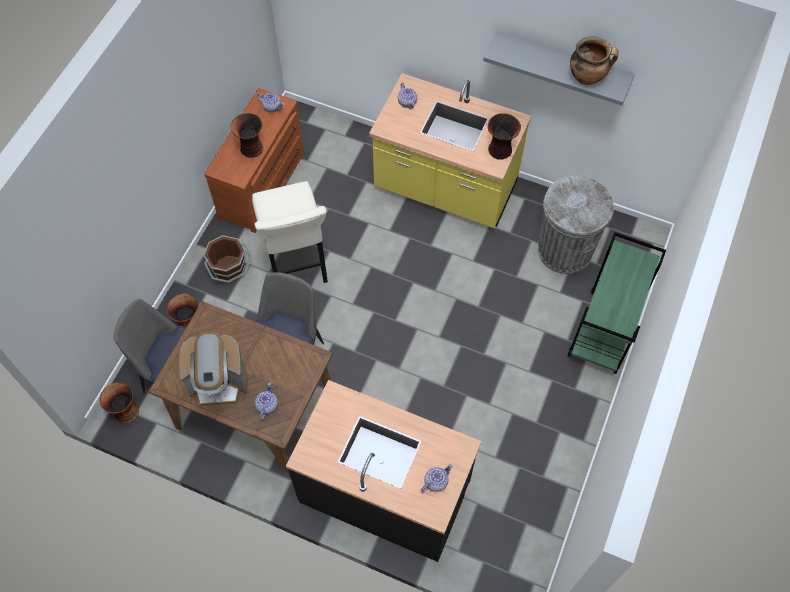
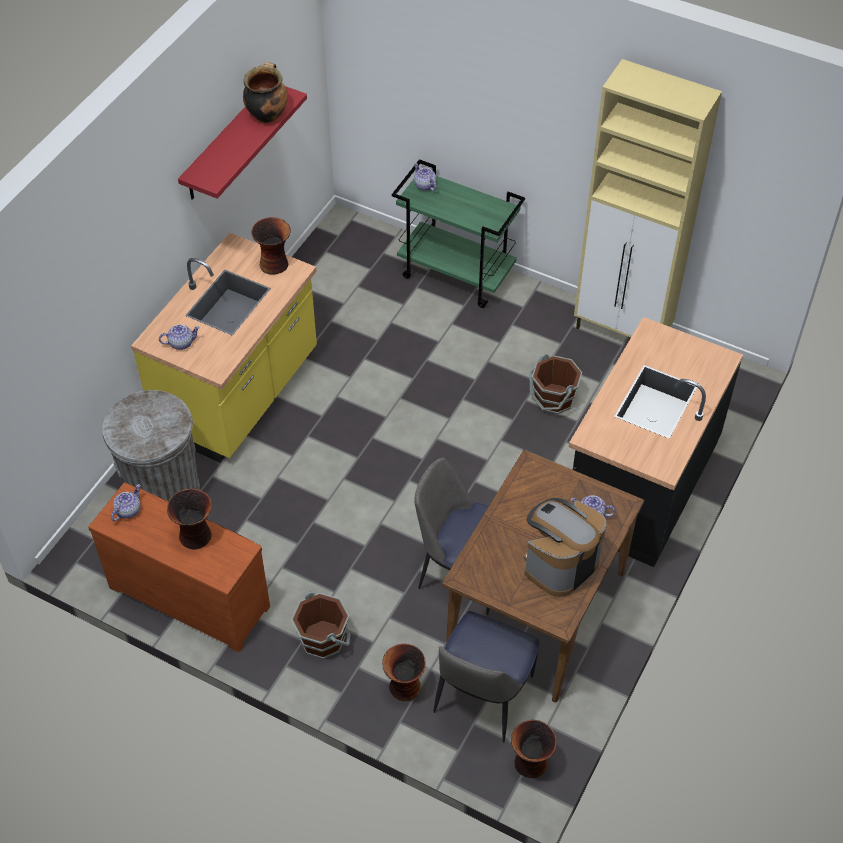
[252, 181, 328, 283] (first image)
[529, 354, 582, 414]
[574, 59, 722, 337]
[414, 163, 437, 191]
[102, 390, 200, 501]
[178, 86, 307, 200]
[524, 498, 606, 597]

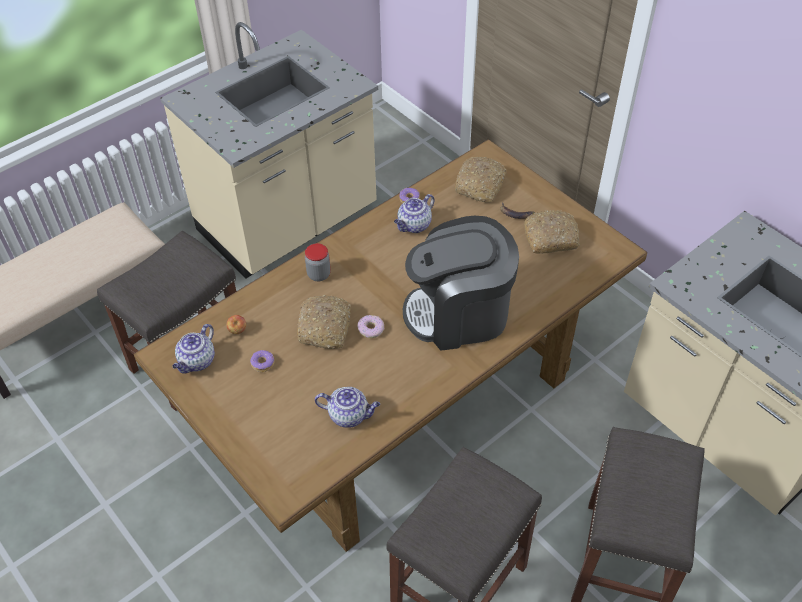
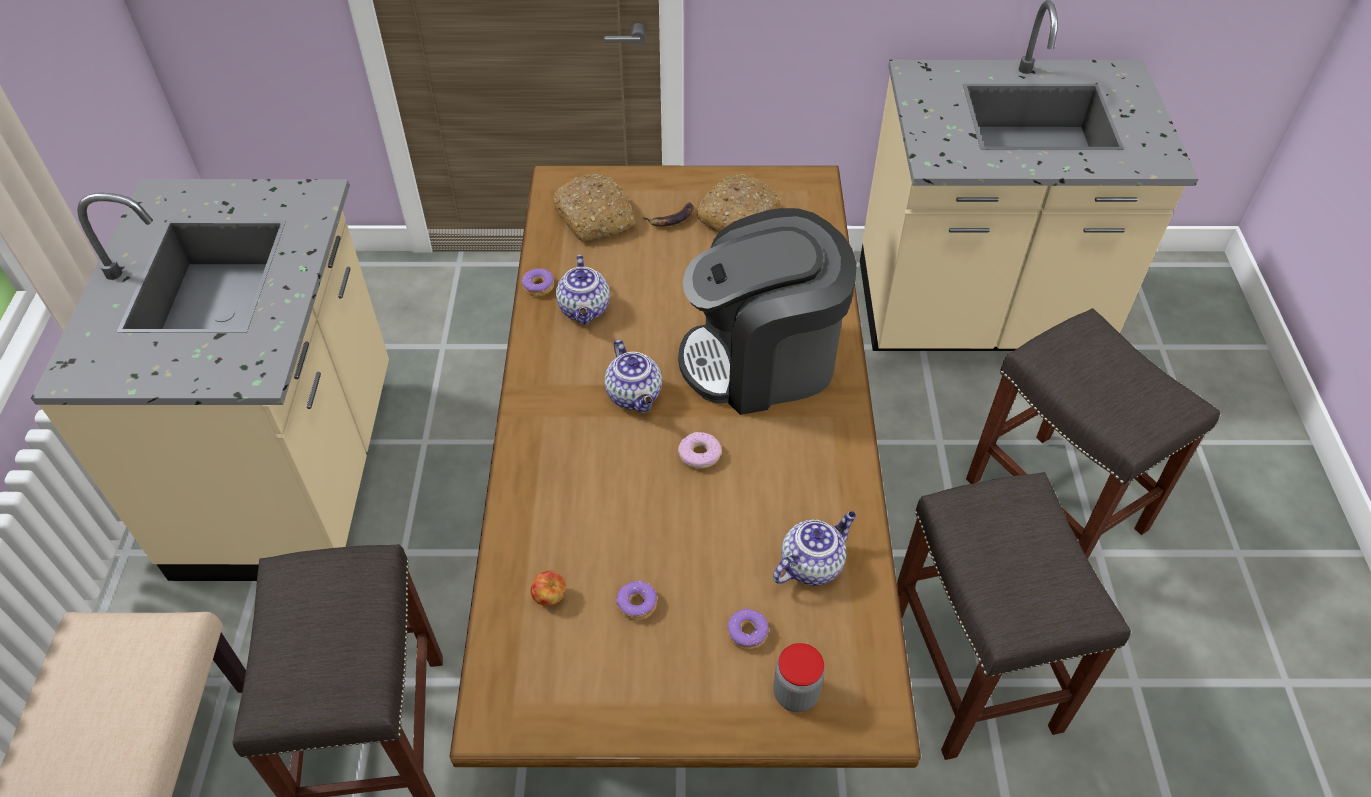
[297, 295, 351, 349] (first image)
[728, 609, 769, 650]
[604, 340, 662, 413]
[773, 643, 824, 712]
[678, 208, 857, 415]

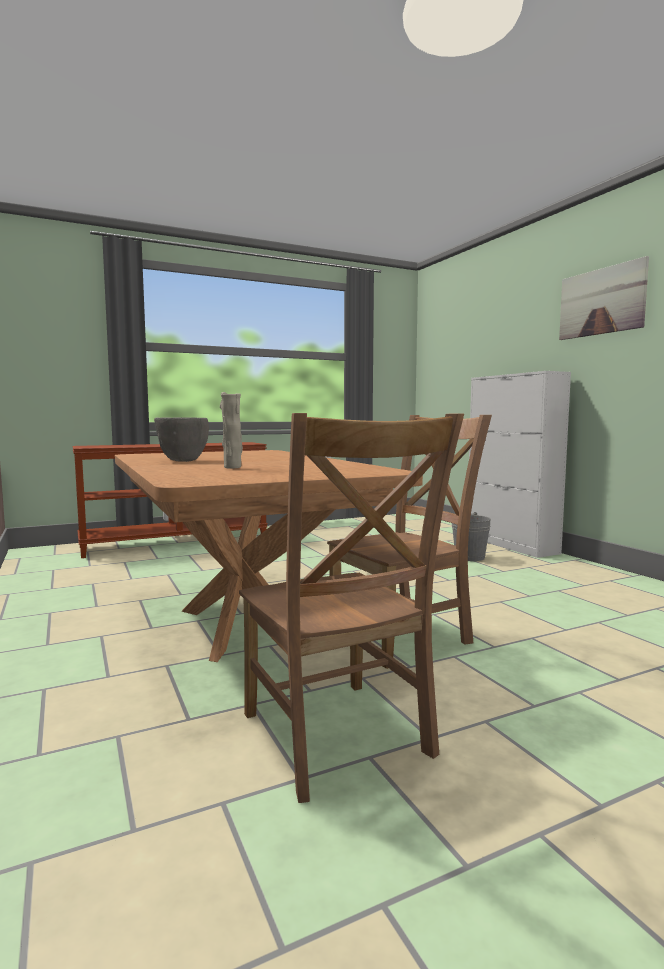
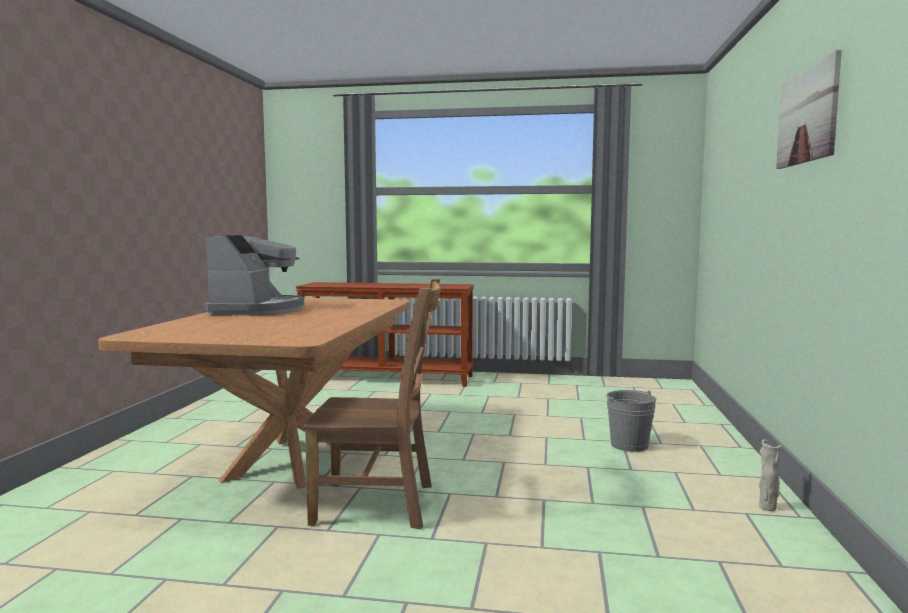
[239, 413, 464, 803] (first image)
[469, 371, 571, 558] (first image)
[759, 440, 782, 511]
[205, 235, 304, 316]

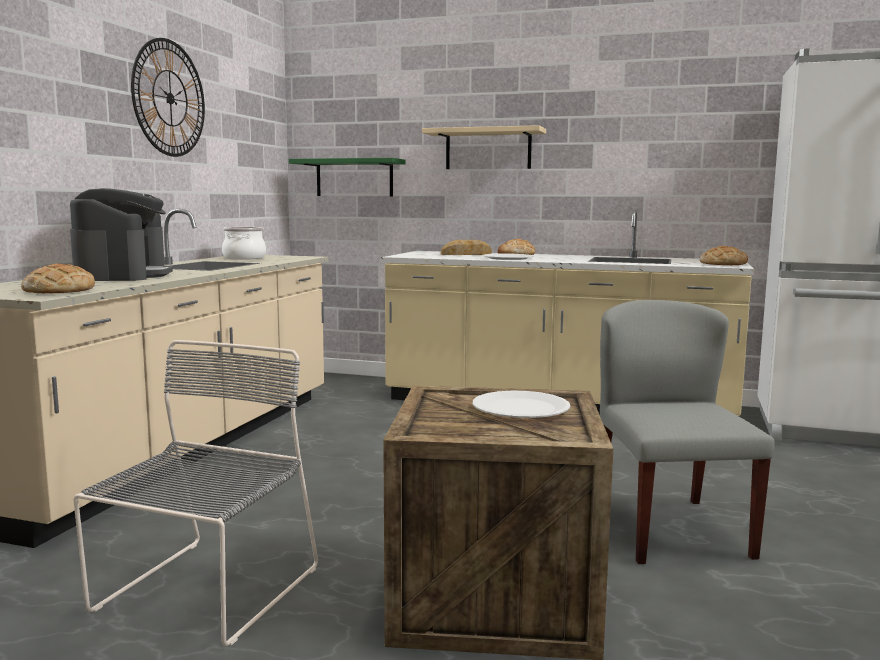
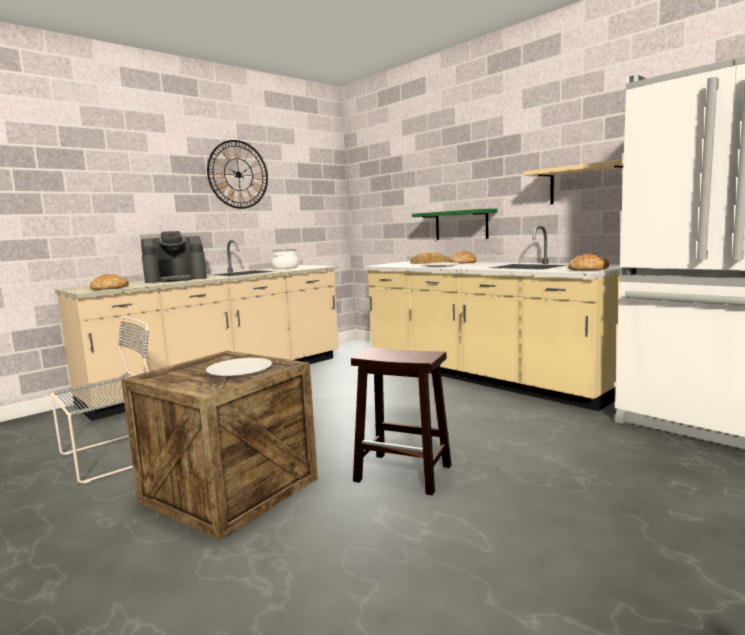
[412, 209, 497, 240]
[524, 159, 624, 204]
[351, 348, 452, 495]
[141, 231, 207, 283]

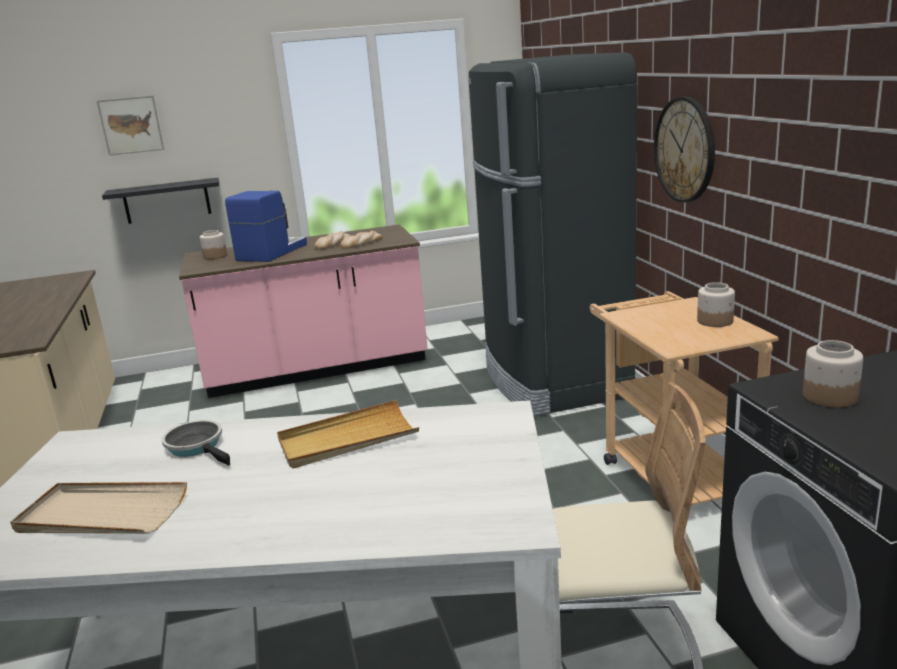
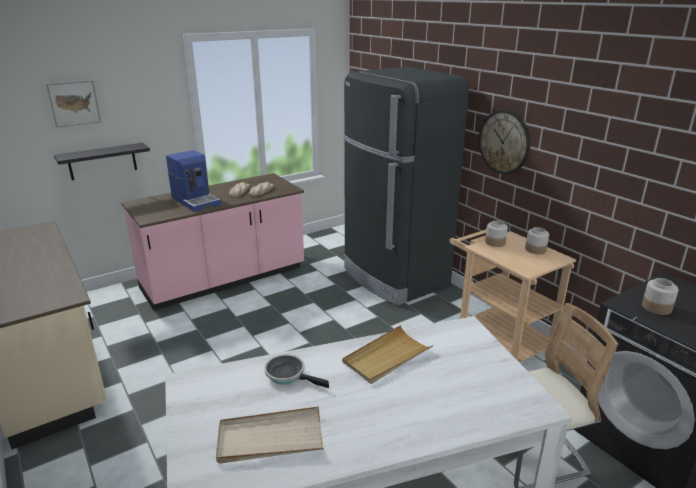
[485, 221, 508, 247]
[166, 150, 221, 212]

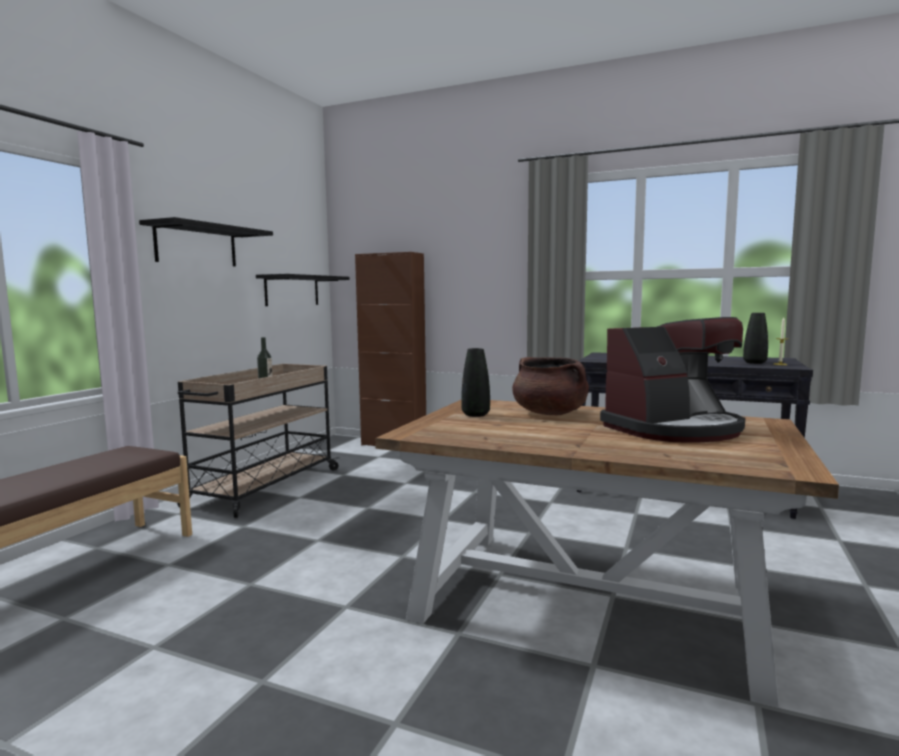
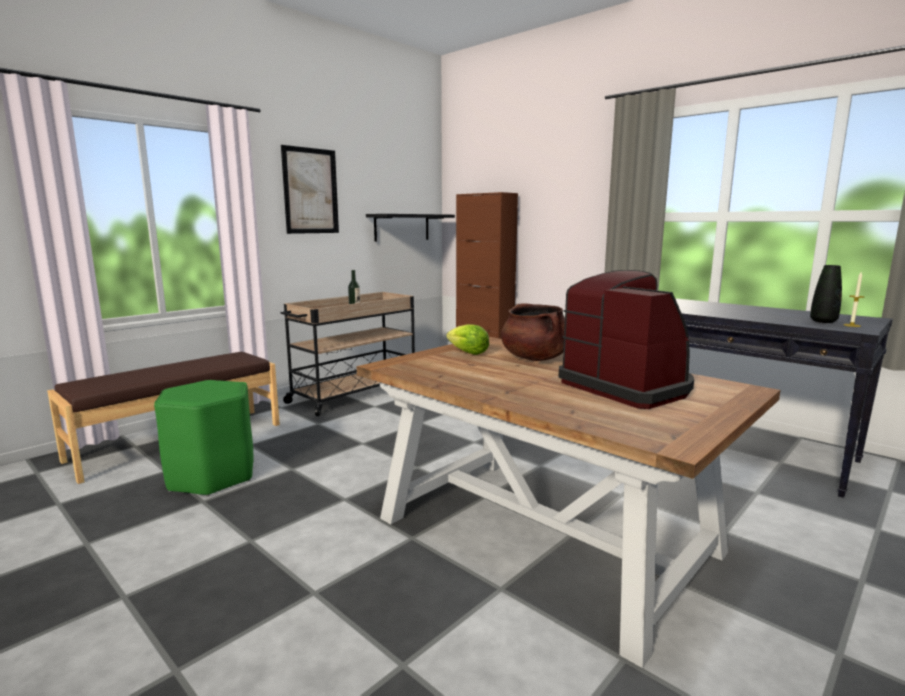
[154, 380, 253, 496]
[281, 145, 339, 234]
[446, 324, 489, 355]
[559, 270, 694, 409]

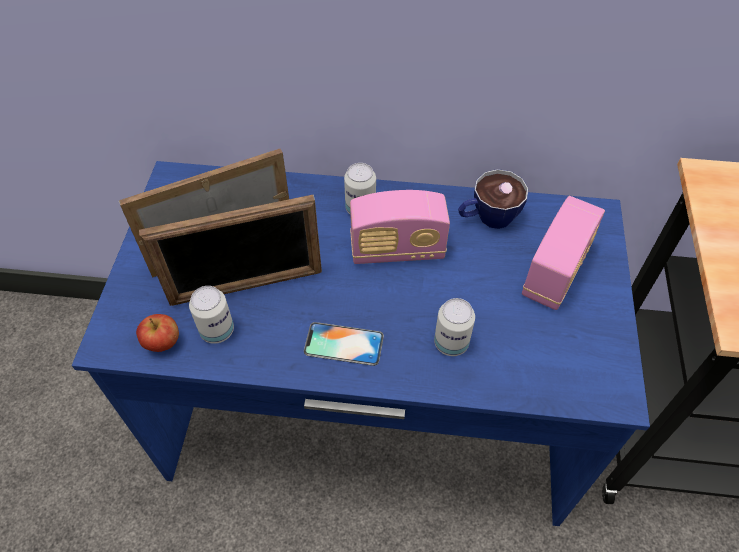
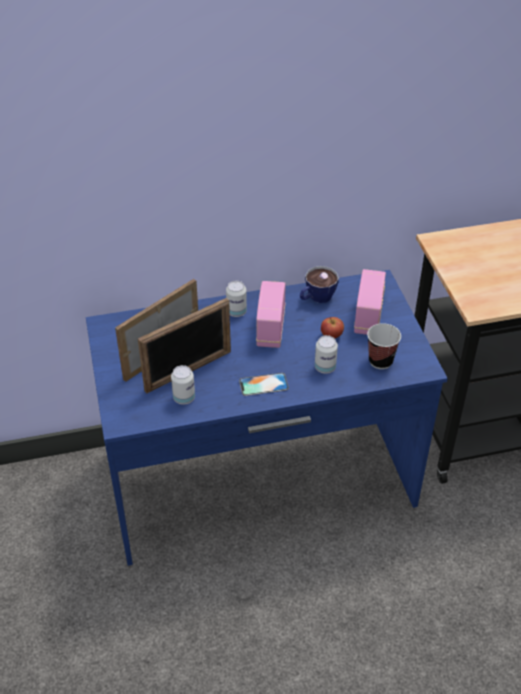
[367, 323, 401, 369]
[321, 317, 344, 338]
[256, 281, 286, 348]

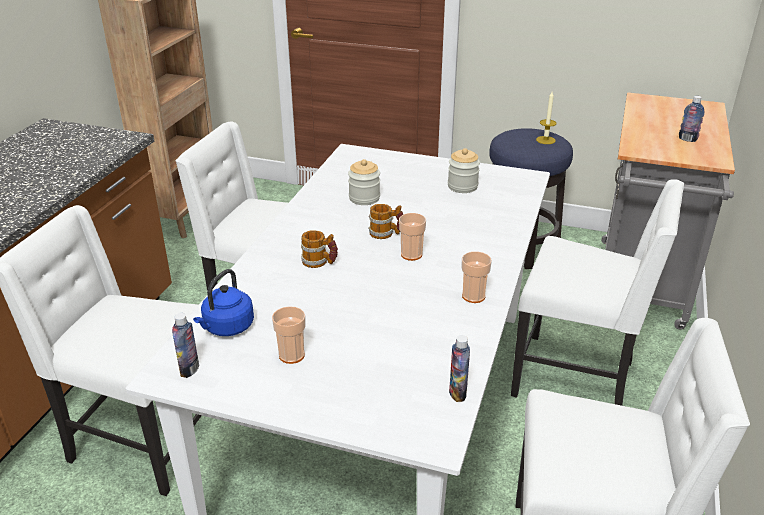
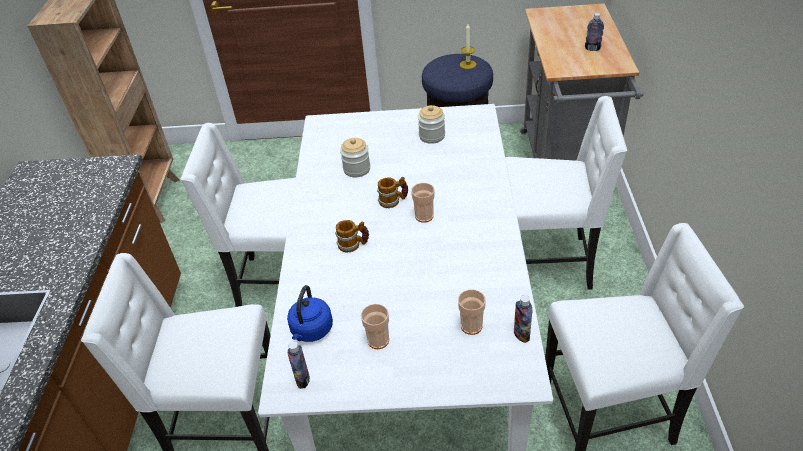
[458, 289, 486, 335]

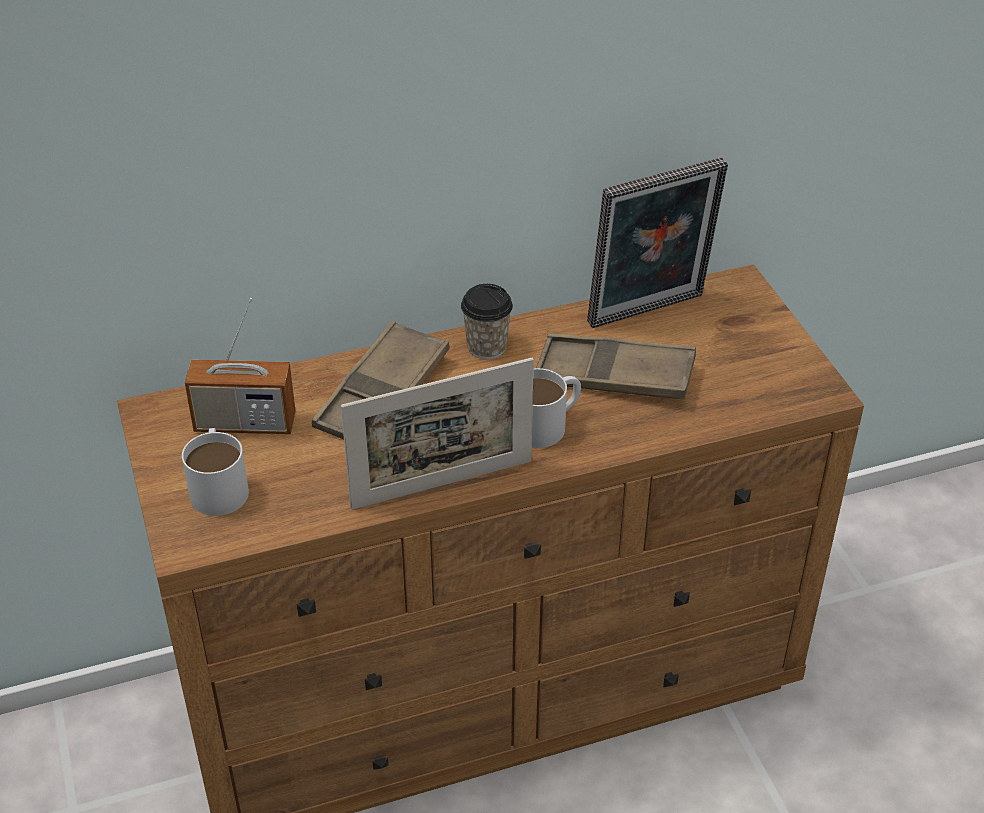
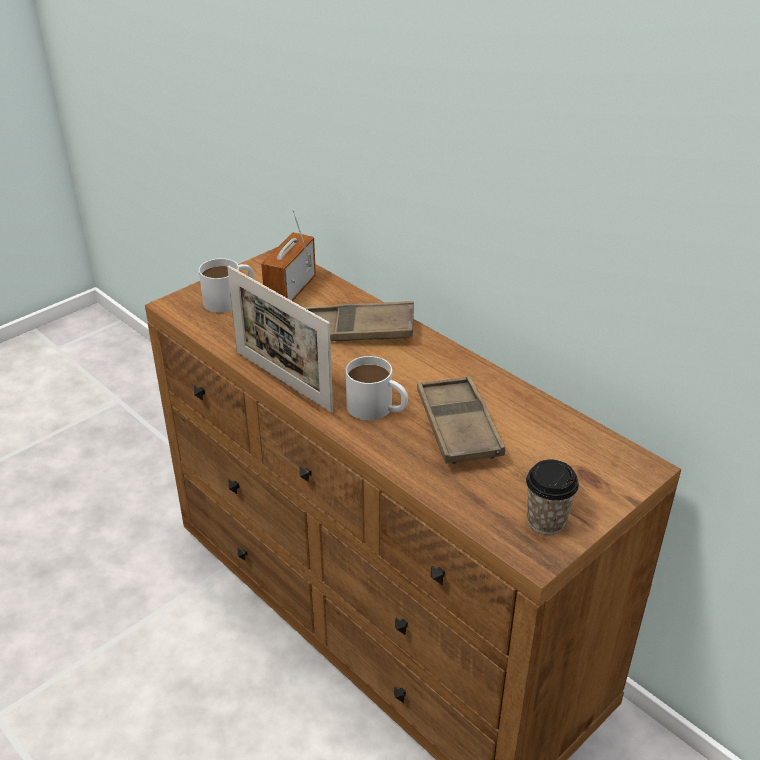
[587, 157, 728, 328] (first image)
[526, 459, 579, 535]
[261, 210, 316, 301]

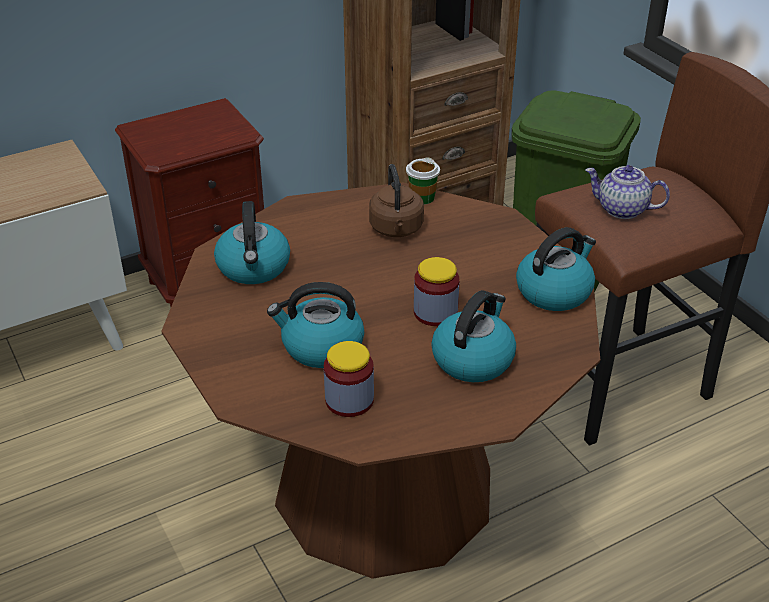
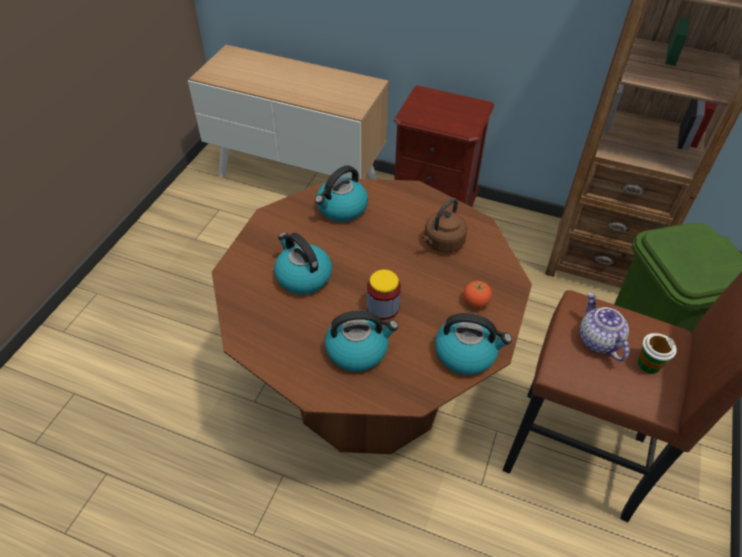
[324, 341, 374, 417] (first image)
[463, 281, 492, 308]
[637, 333, 677, 374]

